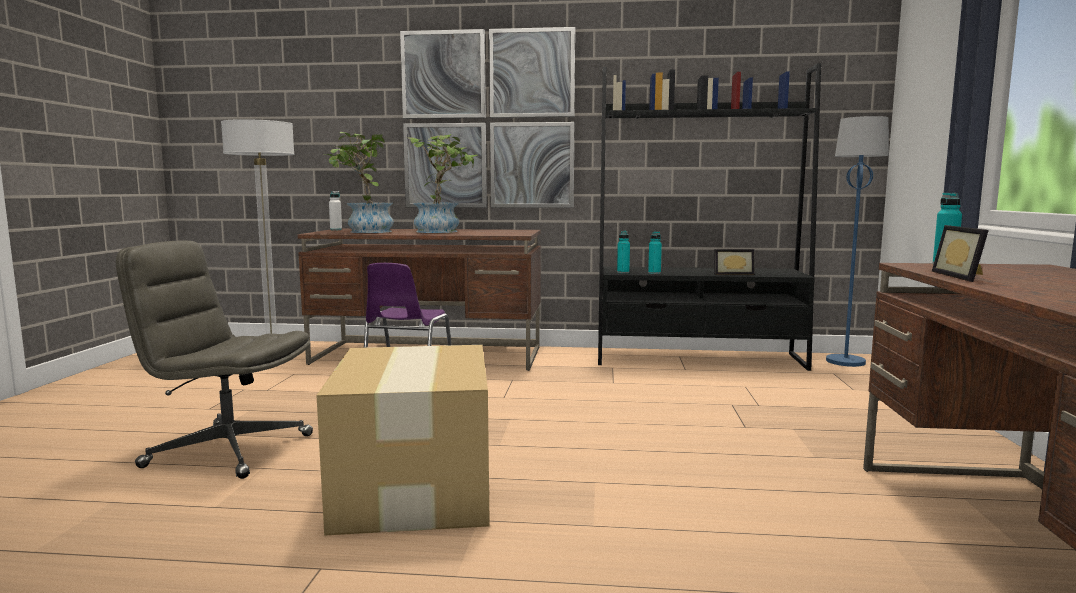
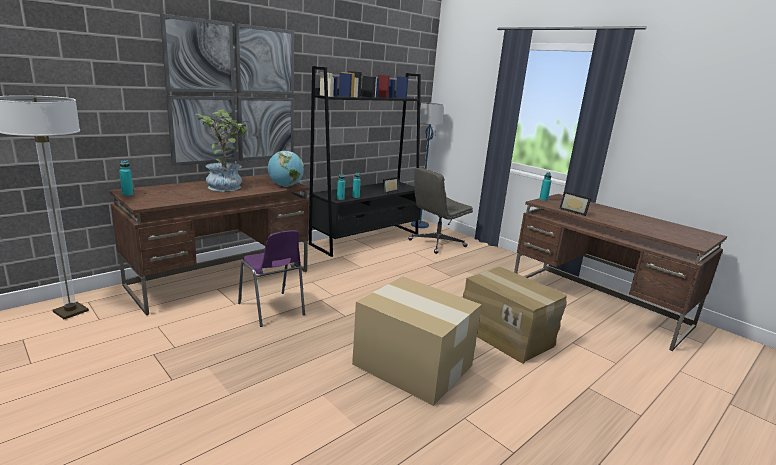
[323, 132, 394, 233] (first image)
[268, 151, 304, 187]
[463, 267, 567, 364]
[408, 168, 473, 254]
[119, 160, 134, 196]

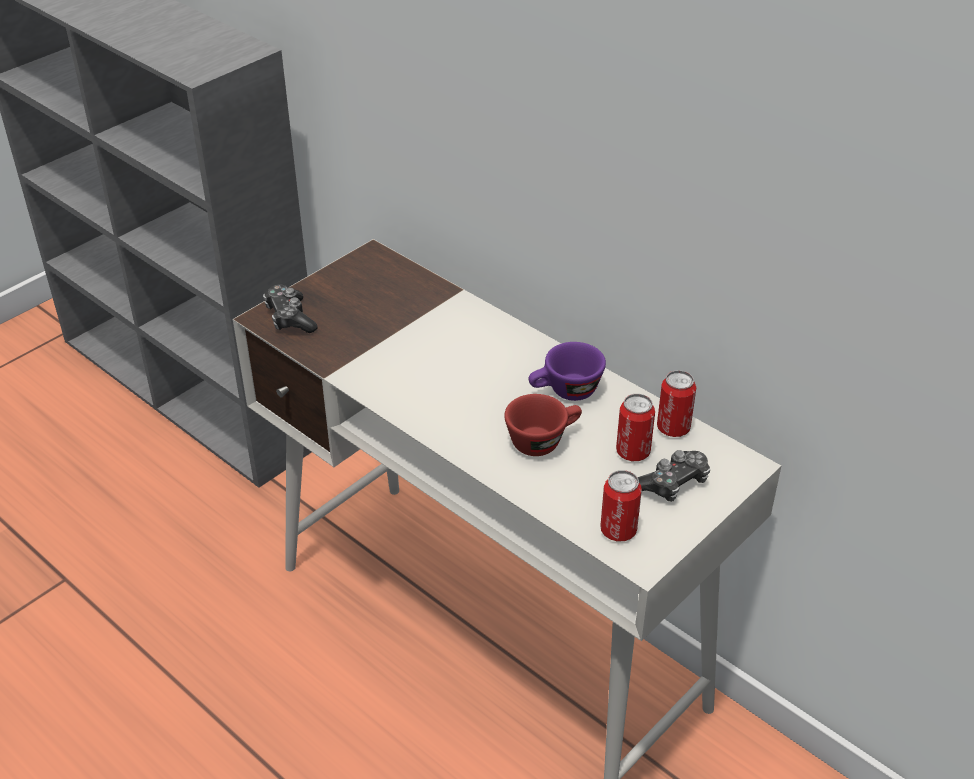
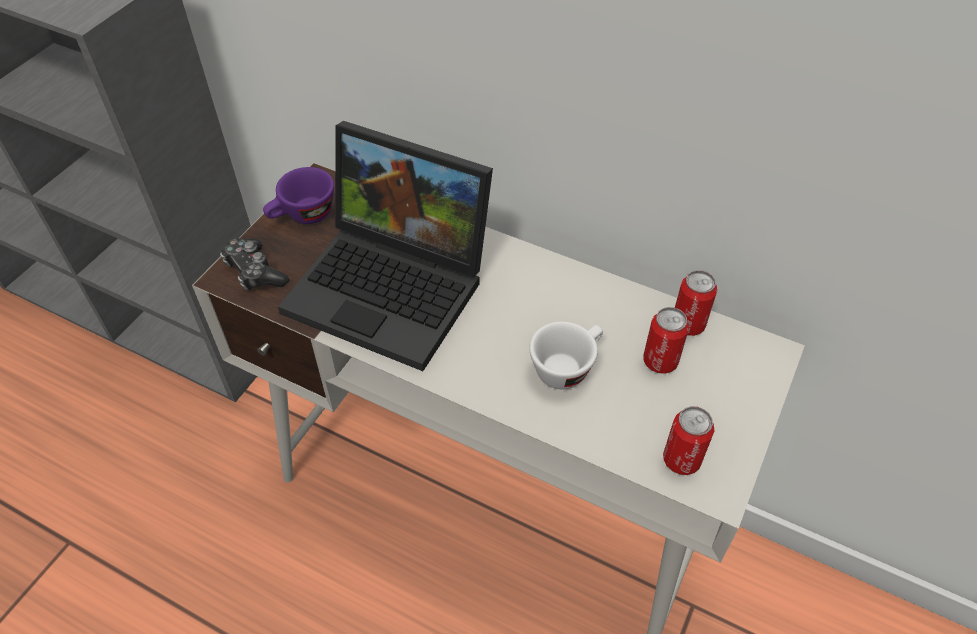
[638, 450, 710, 502] (first image)
[278, 121, 493, 371]
[263, 167, 334, 224]
[529, 322, 603, 389]

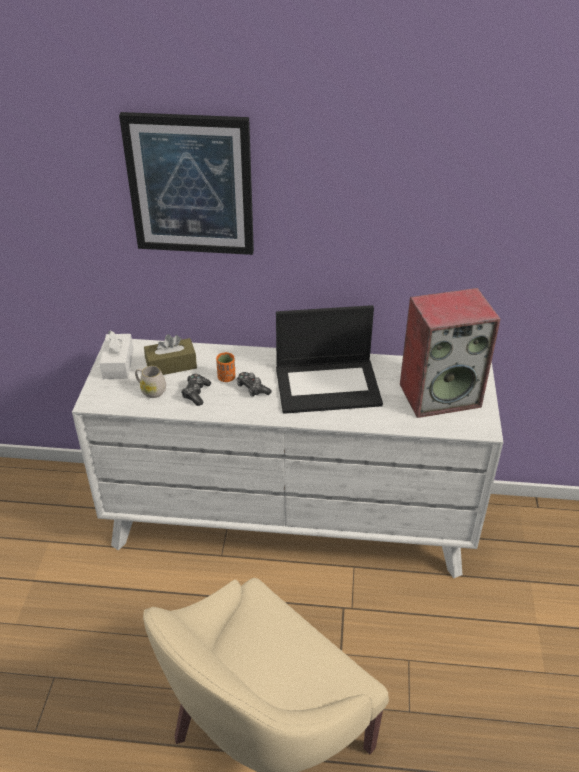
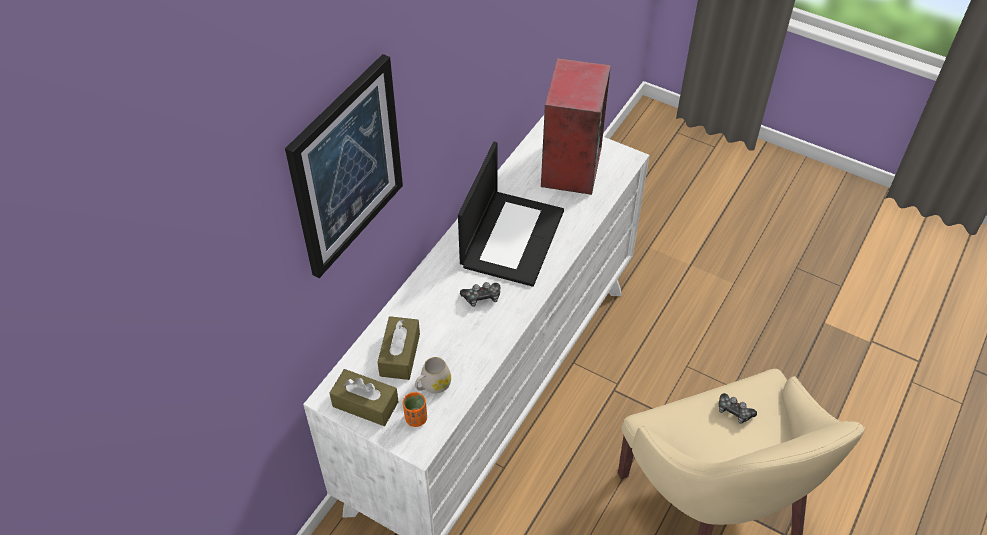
[718, 393, 757, 424]
[403, 392, 427, 427]
[330, 369, 399, 426]

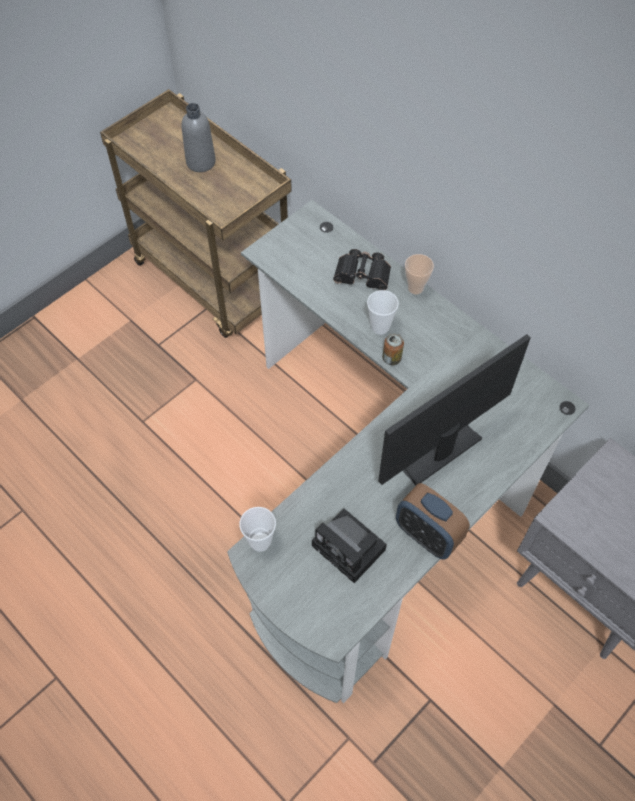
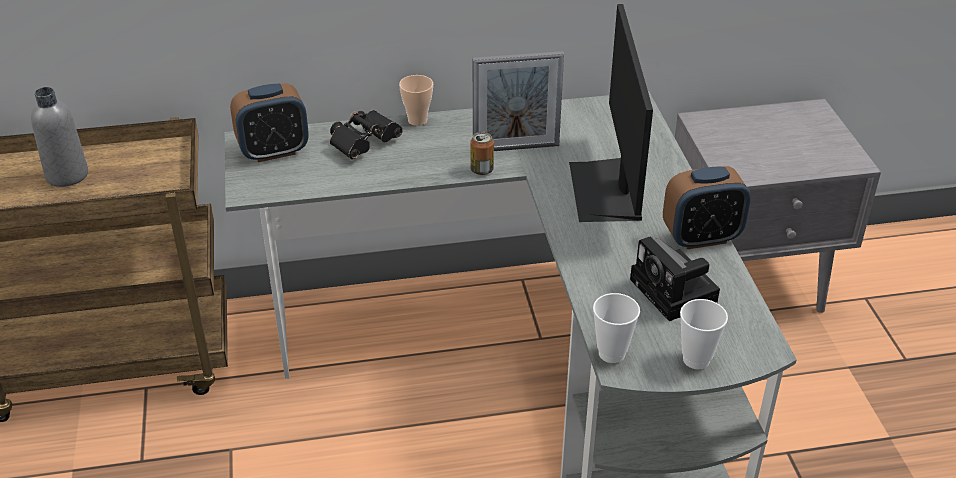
[230, 83, 309, 162]
[473, 51, 564, 151]
[680, 299, 728, 369]
[630, 236, 720, 321]

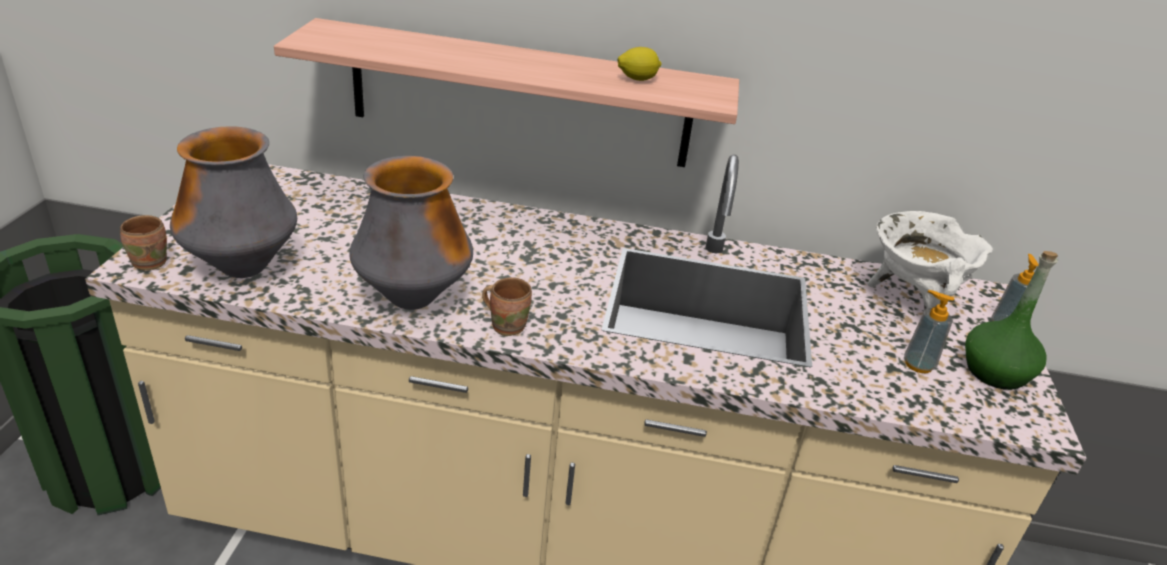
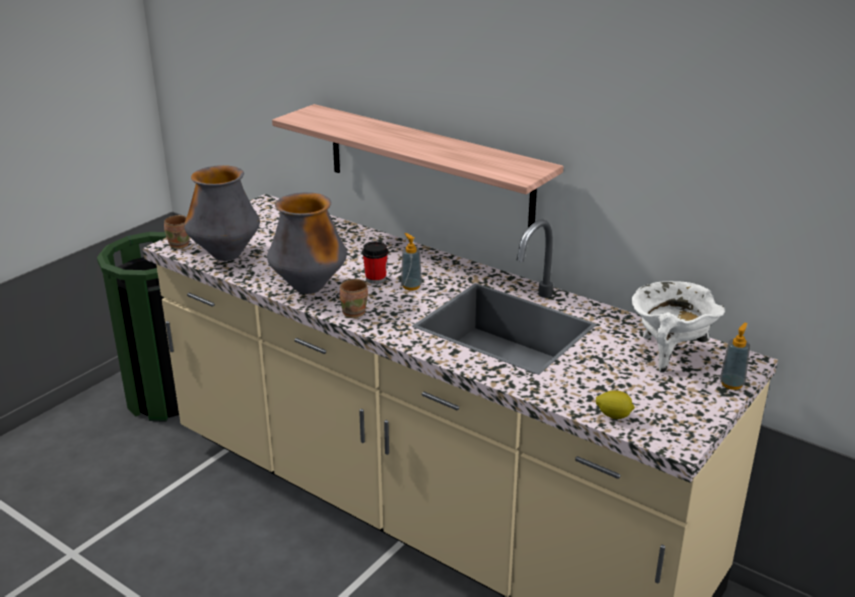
[965, 251, 1058, 390] (first image)
[362, 241, 388, 284]
[596, 390, 635, 419]
[401, 233, 422, 290]

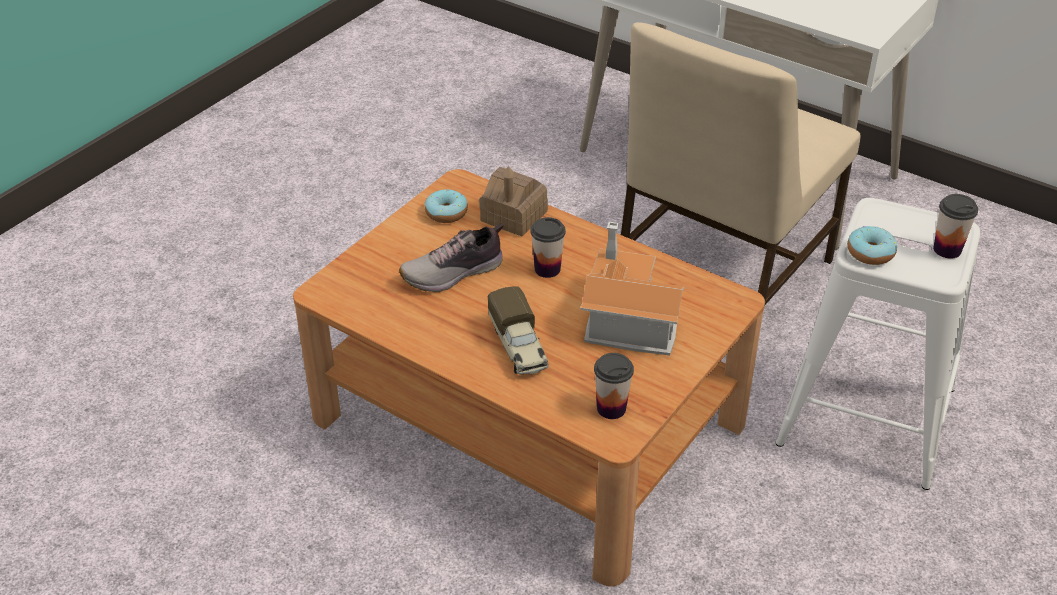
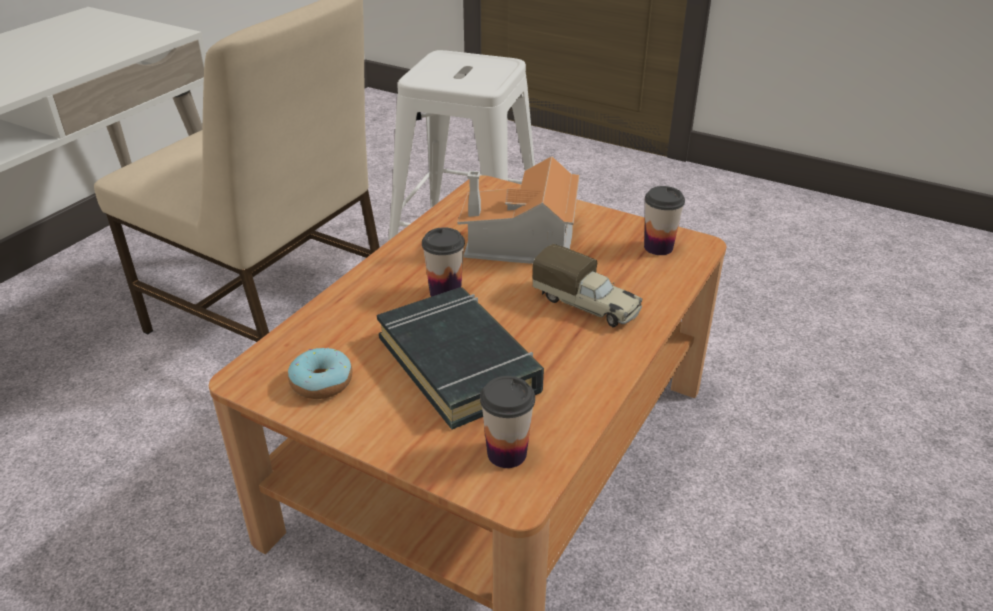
[479, 167, 548, 237] (first image)
[847, 226, 897, 265] (first image)
[480, 376, 535, 468]
[377, 287, 544, 430]
[533, 244, 642, 327]

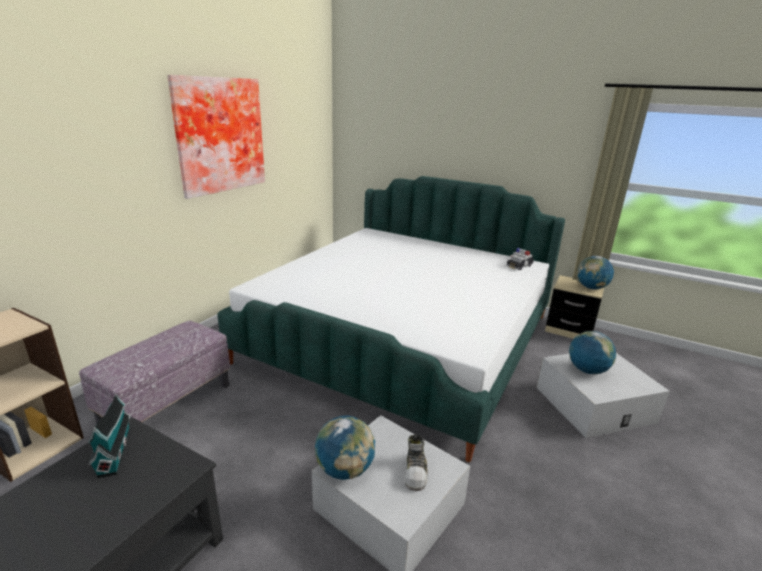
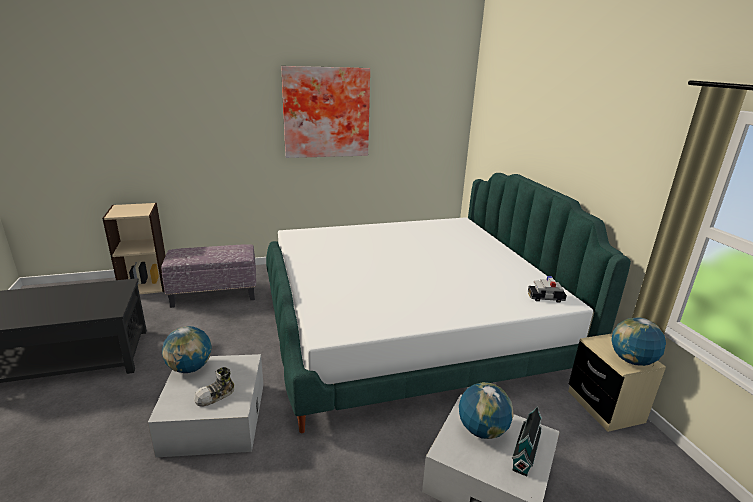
[512, 406, 542, 476]

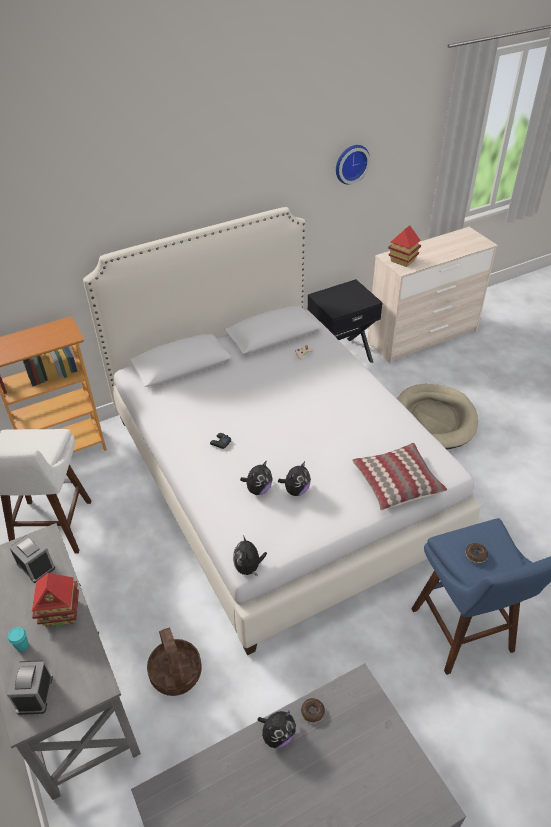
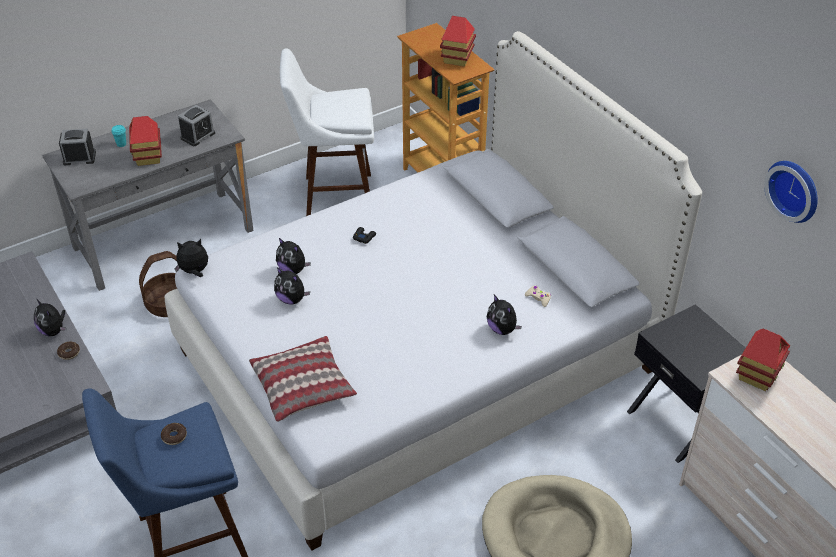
[440, 16, 476, 67]
[486, 295, 522, 335]

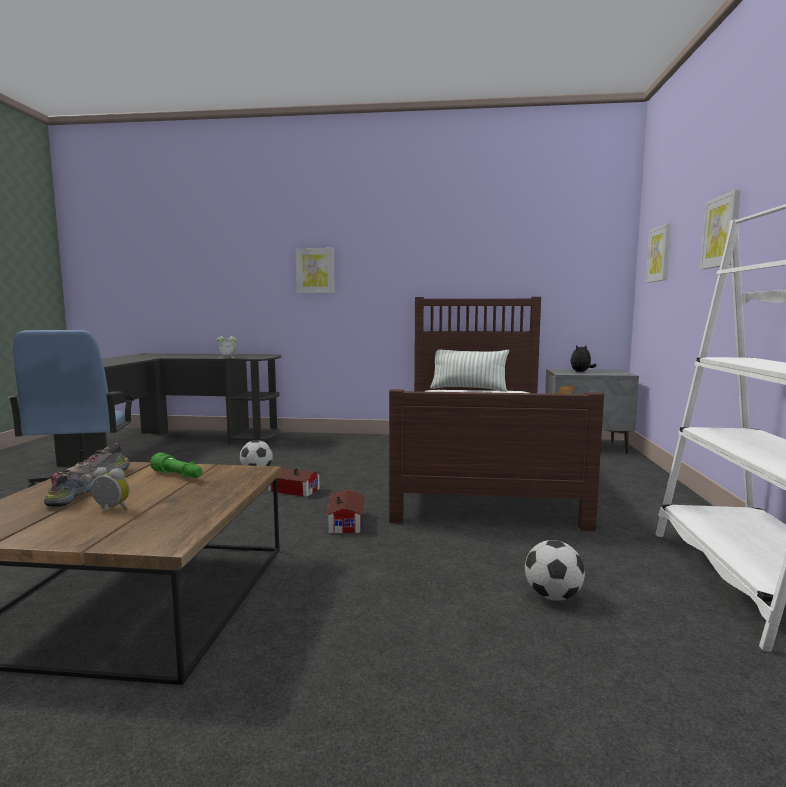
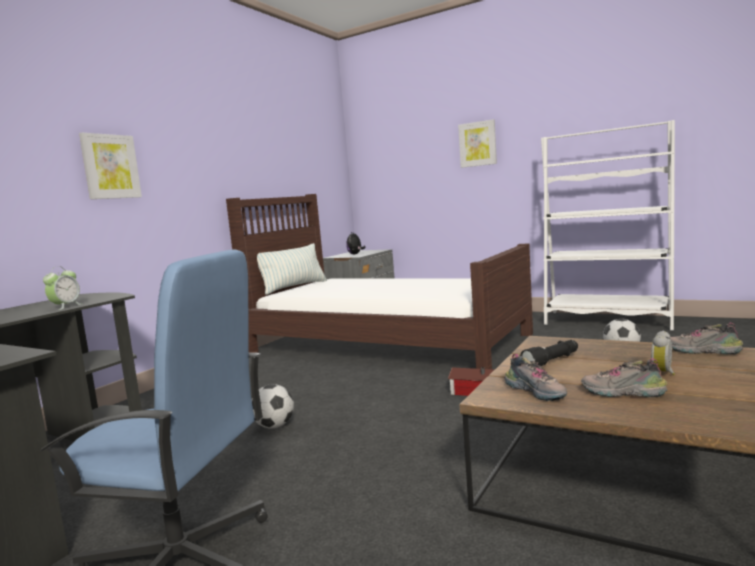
[268, 468, 321, 497] (first image)
[646, 223, 671, 283] (first image)
[670, 322, 743, 355]
[520, 340, 578, 366]

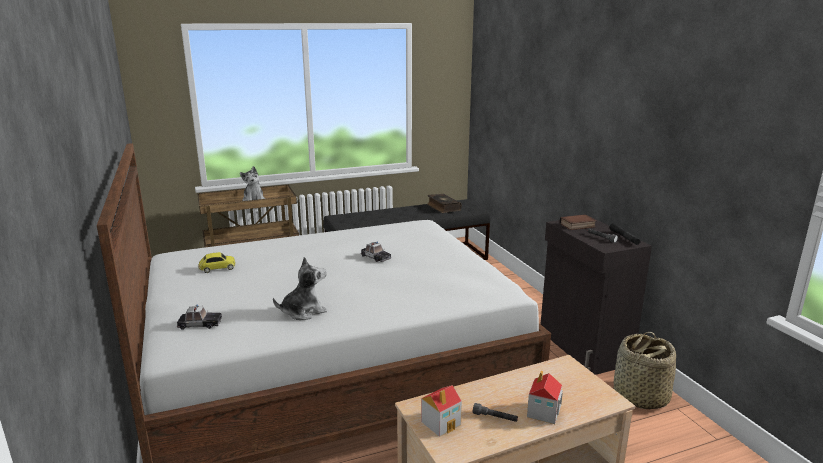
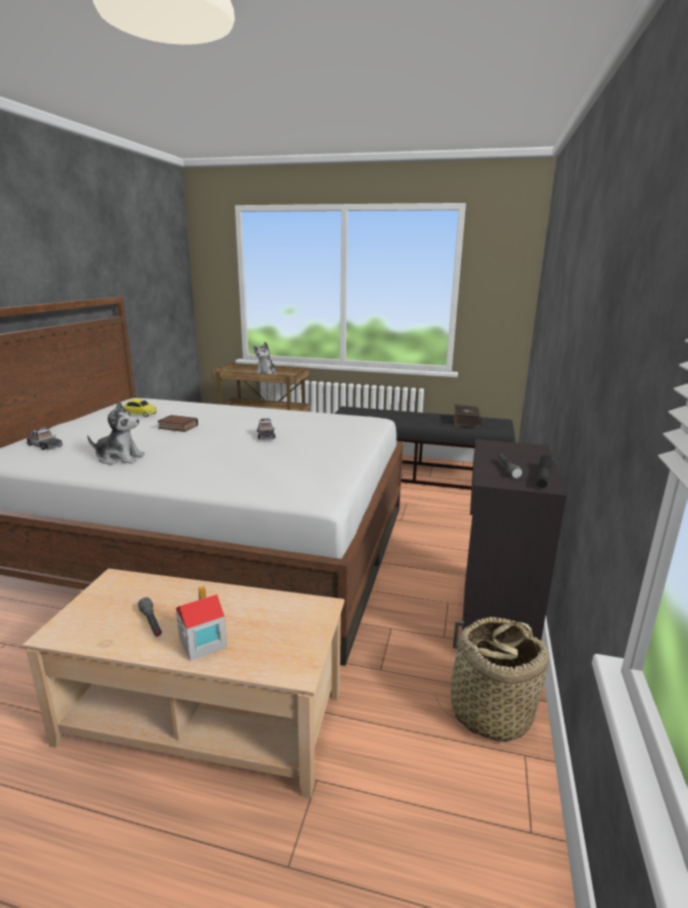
[421, 385, 462, 437] (first image)
[157, 415, 198, 432]

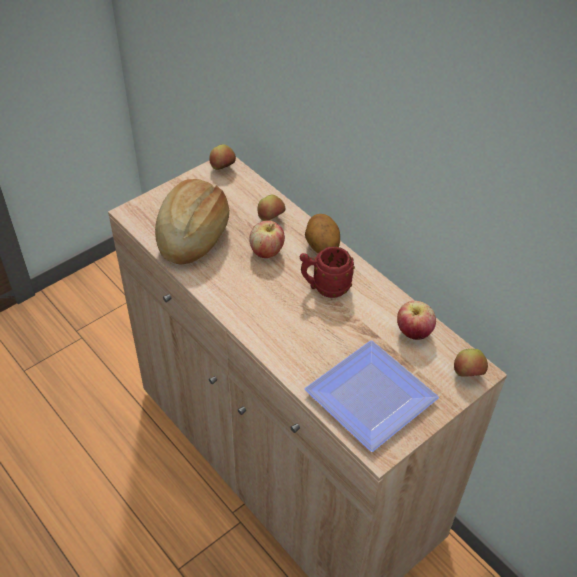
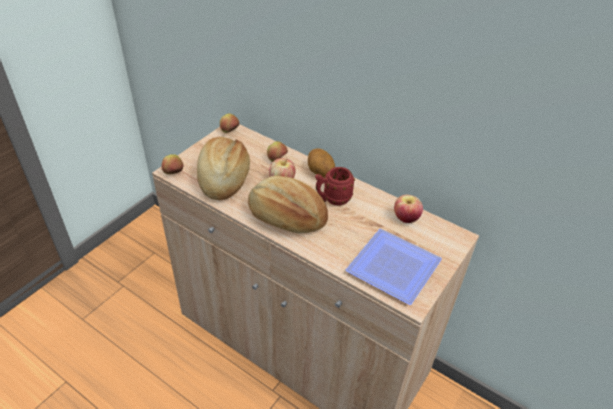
[248, 176, 328, 233]
[162, 154, 183, 174]

